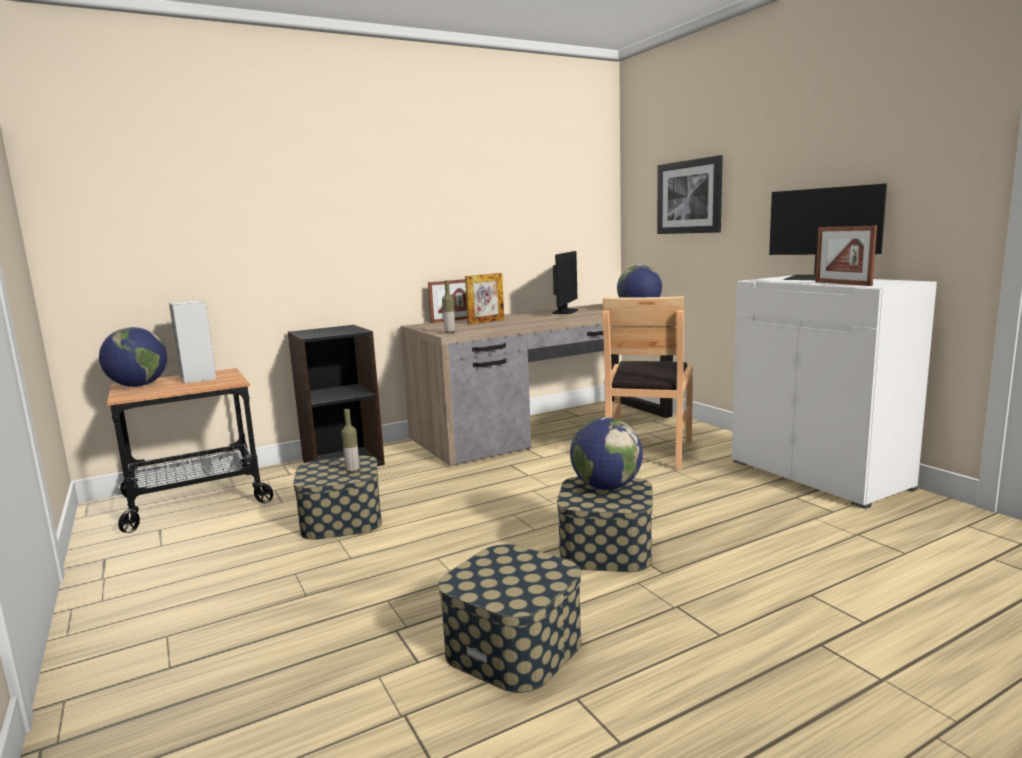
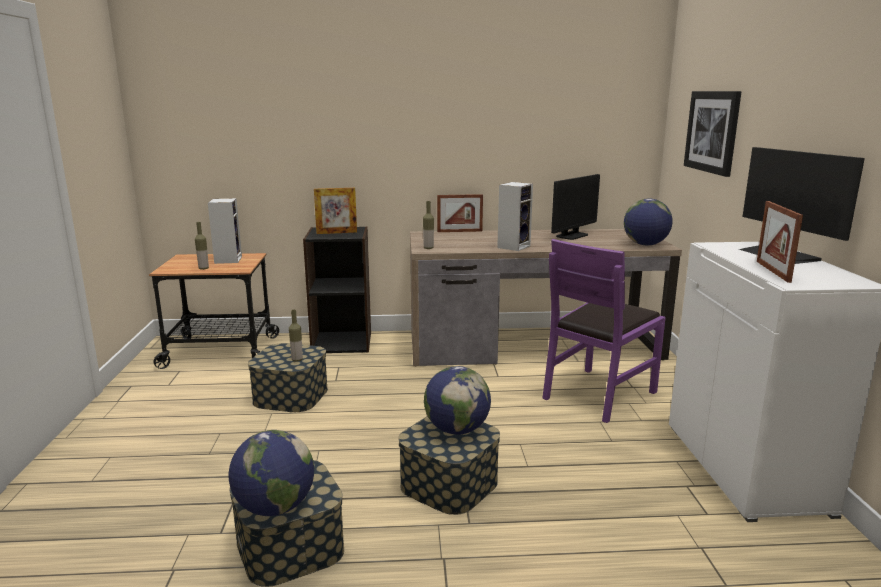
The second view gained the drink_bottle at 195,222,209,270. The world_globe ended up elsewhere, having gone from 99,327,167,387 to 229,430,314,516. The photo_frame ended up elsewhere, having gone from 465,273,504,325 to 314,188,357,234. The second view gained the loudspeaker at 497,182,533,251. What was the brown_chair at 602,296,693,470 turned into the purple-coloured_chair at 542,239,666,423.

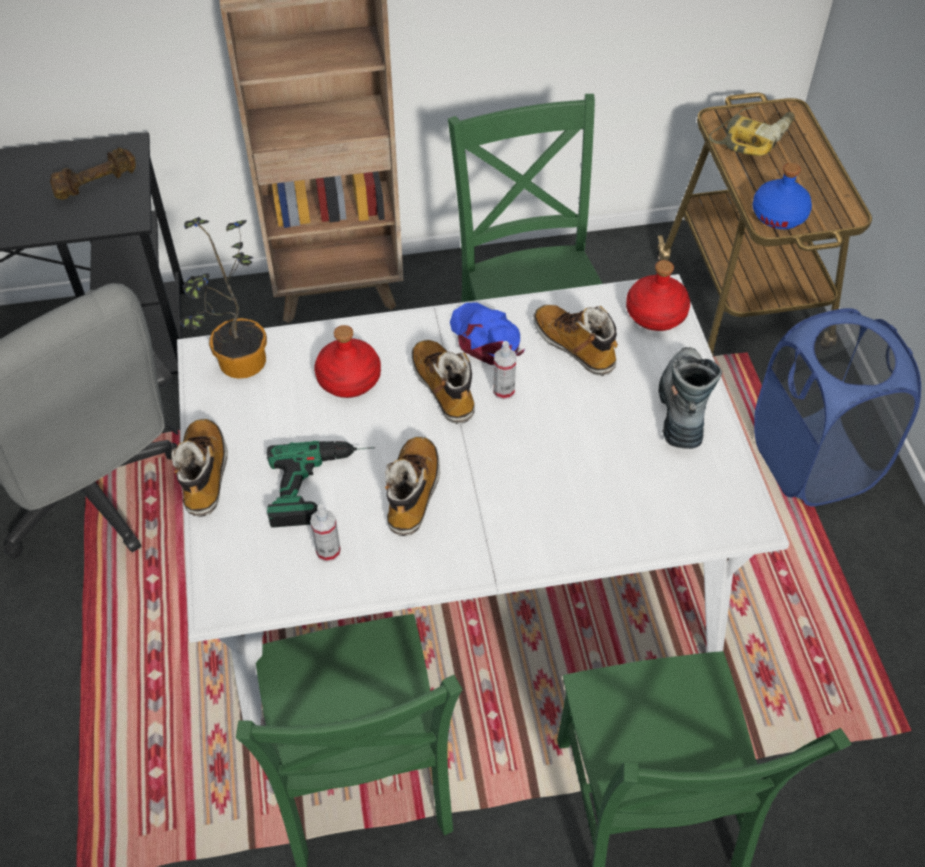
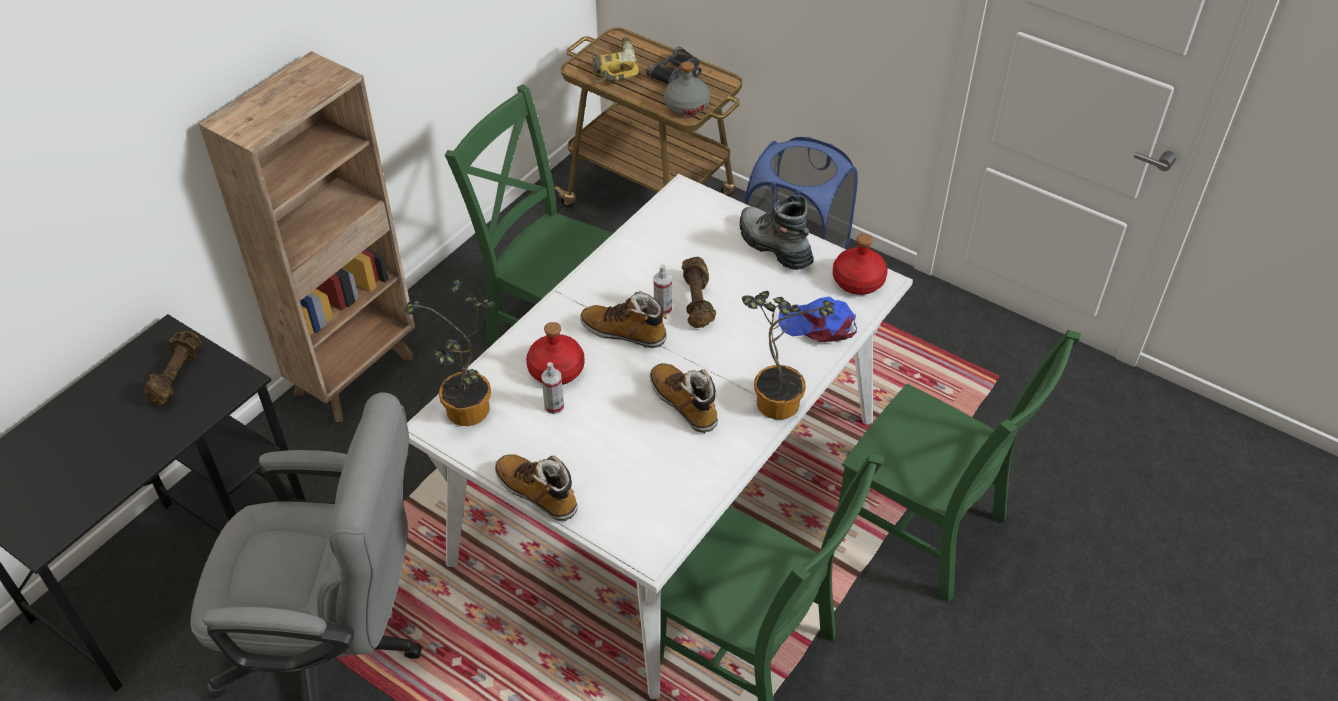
The hand_sprayer ended up elsewhere, having gone from 310,504,341,562 to 542,362,564,414. The second view gained the blackish_field_glasses at 646,46,701,84. What was the bluish_drink_bottle at 752,163,812,229 turned into the grey_drink_bottle at 664,61,710,116. The second view gained the brown_free_weight at 682,257,716,328. The second view gained the plant_in_a_pot at 742,291,834,420. The bluish_peaked_cap ended up elsewhere, having gone from 450,303,525,365 to 778,297,857,342. The red-coloured_drink_bottle ended up elsewhere, having gone from 626,260,690,331 to 833,234,887,295. The second view lost the electric_drill at 267,441,375,528. The second view lost the boot at 533,305,618,376.

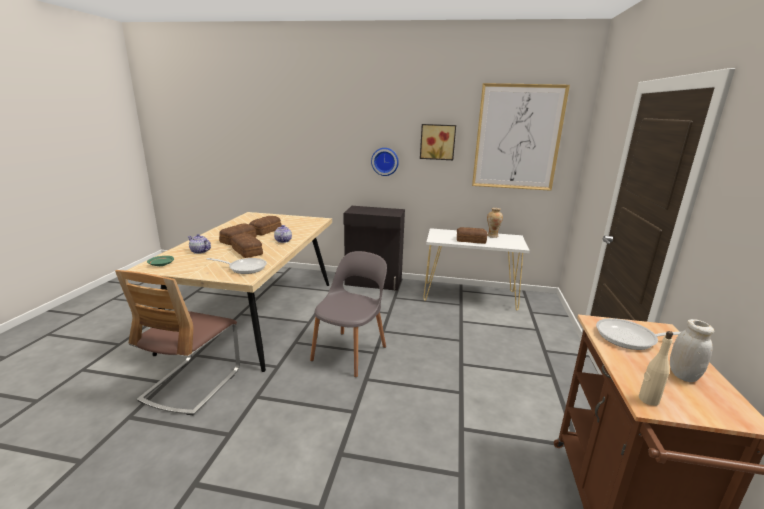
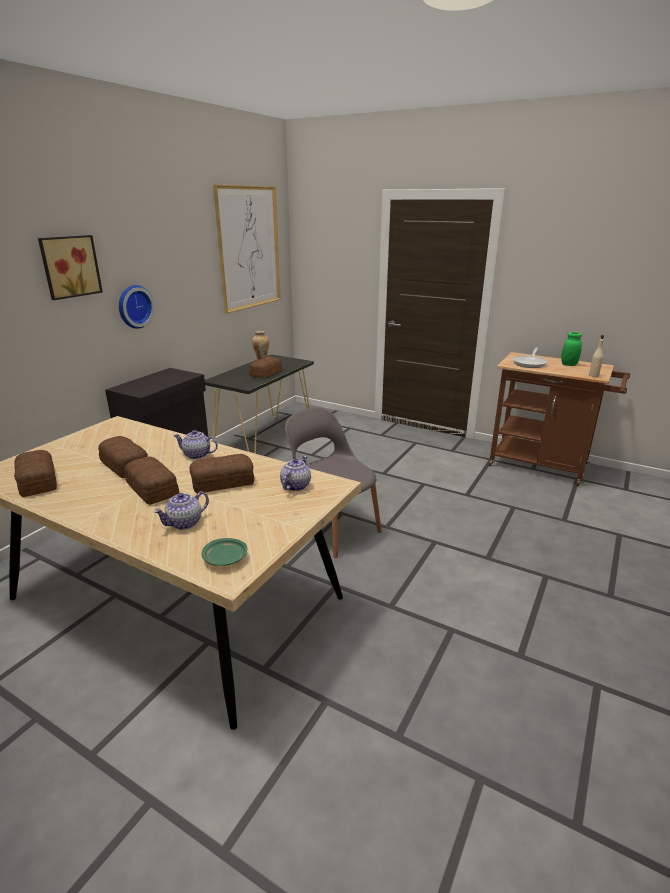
The second view gained the baked_bread at 14,450,57,497. The picture ended up elsewhere, having gone from 420,124,456,160 to 38,235,103,300. What was the white_narrow_table at 423,228,530,311 turned into the blackish_narrow_table at 205,354,314,454. Where the skillet stood at 207,258,267,274, the tea_pot came to stand at 280,456,311,491. What was the white_preserve_jar at 670,319,714,382 turned into the greenish_preserve_jar at 561,332,582,366. The second view lost the chair at 115,270,240,415.

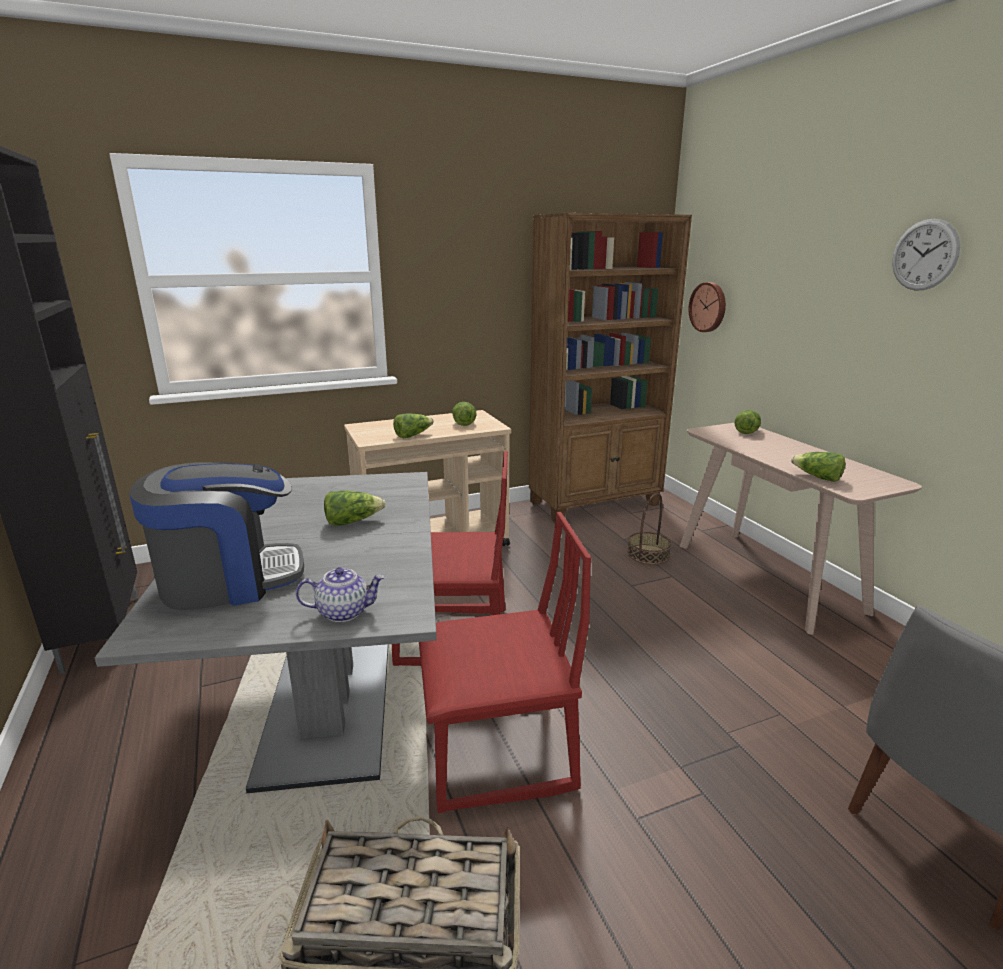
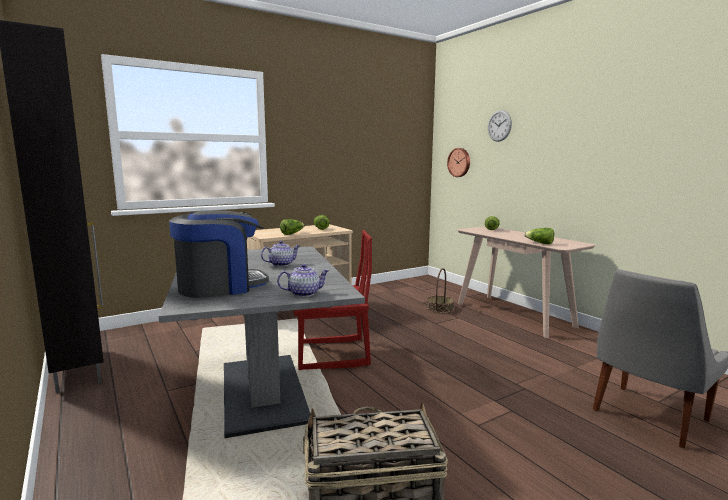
Where the lettuce stood at 324,491,386,526, the tea_pot came to stand at 261,241,300,267. The clock_on_the_wall ended up elsewhere, having gone from 892,219,960,291 to 488,110,512,142. The second view lost the red-coloured_chair at 419,512,592,813. The second view lost the brown_bookshelf at 529,213,692,523.

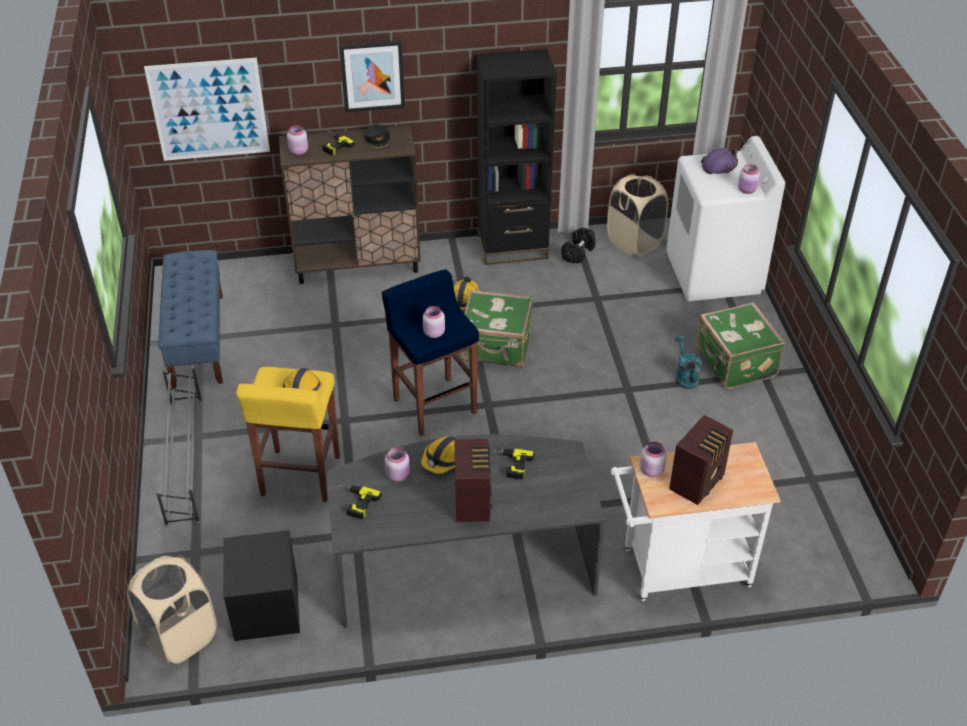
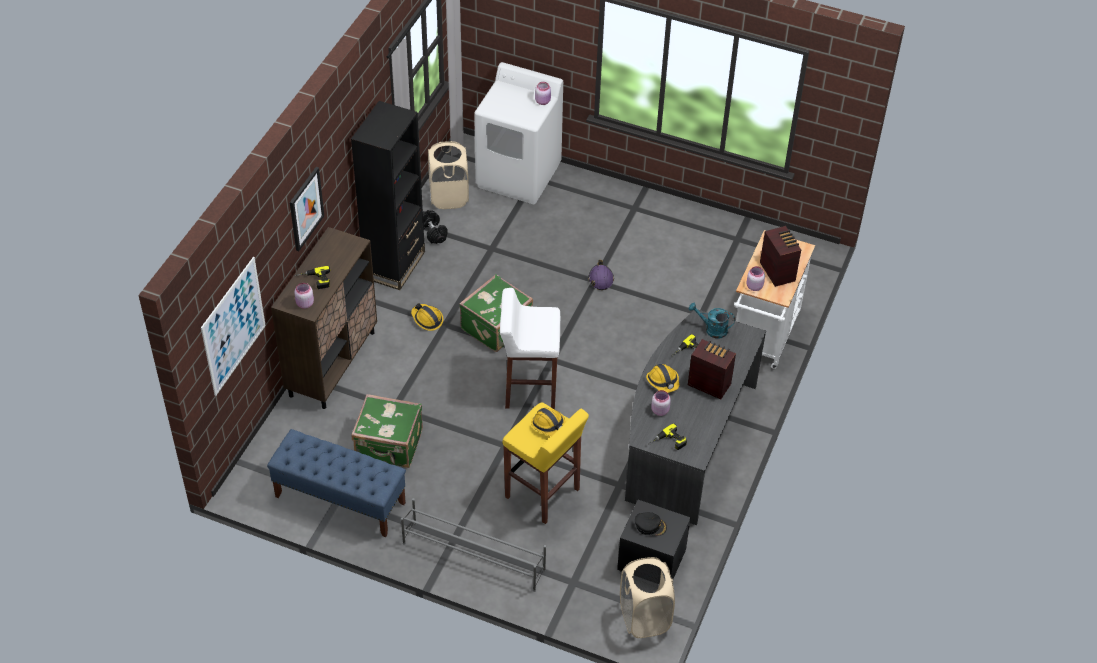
The greenish_piece_of_luggage ended up elsewhere, having gone from 696,302,785,389 to 352,394,423,468. What was the bluish_stool at 382,269,479,436 turned into the white_stool at 500,288,560,410. The purple-coloured_work_helmet ended up elsewhere, having gone from 701,148,738,174 to 588,260,614,290. The blackish_peaked_cap ended up elsewhere, having gone from 365,124,390,150 to 635,512,667,536. The blue-green_sprinkling_can ended up elsewhere, having gone from 675,335,702,389 to 689,303,735,339. The second view lost the pink_preserve_jar at 423,306,445,338.

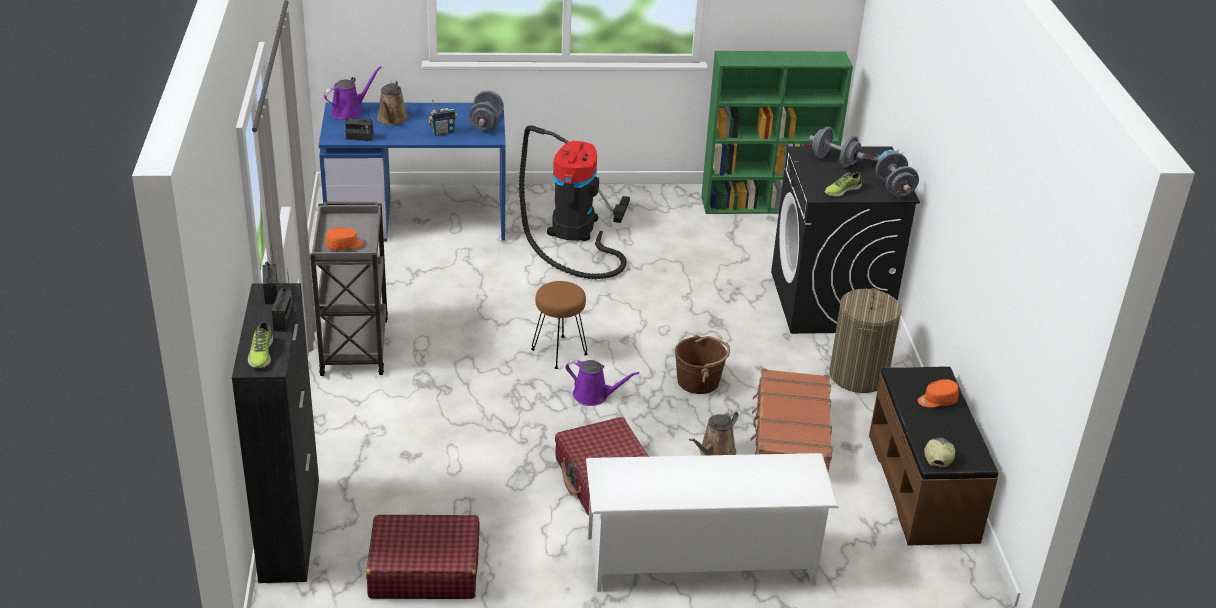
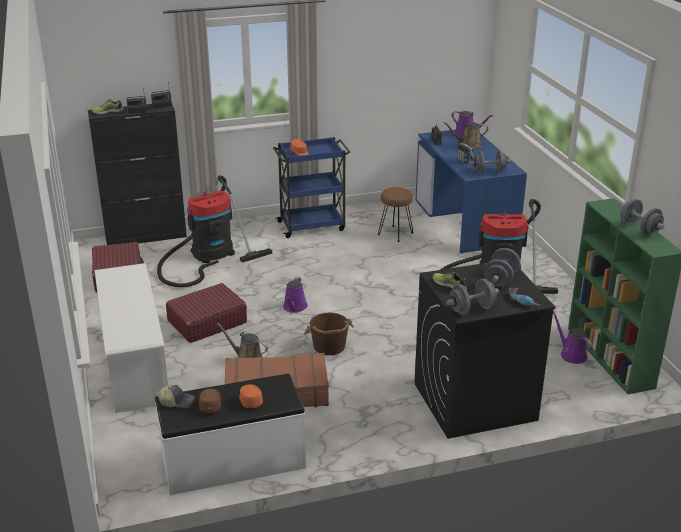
What was the brown_bench at 869,366,998,546 turned into the white_bench at 155,374,306,495. The second view gained the vacuum at 157,175,272,288. The second view gained the brown_peaked_cap at 199,389,221,413. What was the grey_wheeled_cart at 310,202,388,376 turned into the bluish_wheeled_cart at 273,137,350,238. The brown_stool ended up elsewhere, having gone from 531,281,588,369 to 378,187,413,242. The second view gained the purple-coloured_sprinkling_can at 553,311,593,364. The second view gained the grey_free_weight at 620,199,665,236. The second view lost the washing_basket at 830,288,902,393.

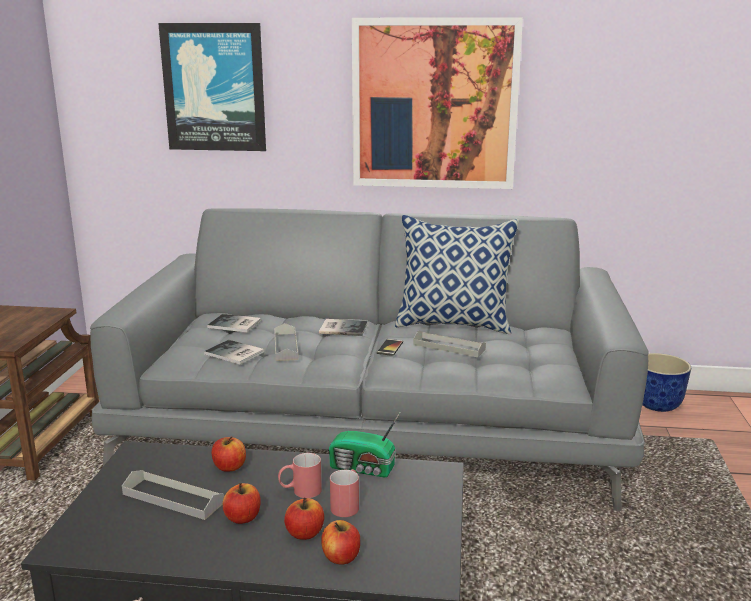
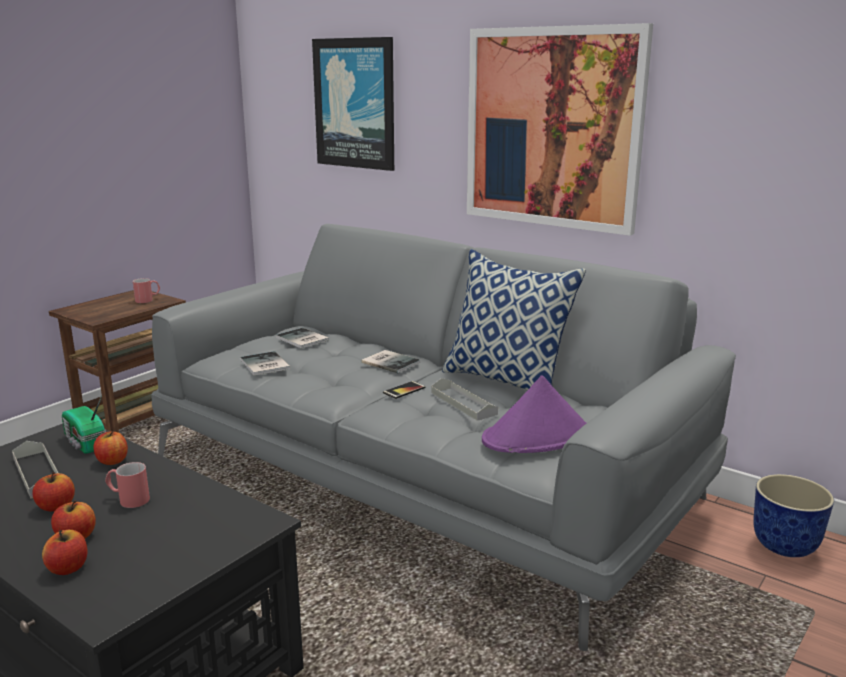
The radio_receiver ended up elsewhere, having gone from 329,413,400,478 to 62,396,106,454. The red-coloured_mug ended up elsewhere, having gone from 330,469,359,517 to 133,278,160,303. The second view gained the purple-coloured_wearable_hat at 482,375,587,453. The second view lost the grey_serving_tray at 274,323,298,361.

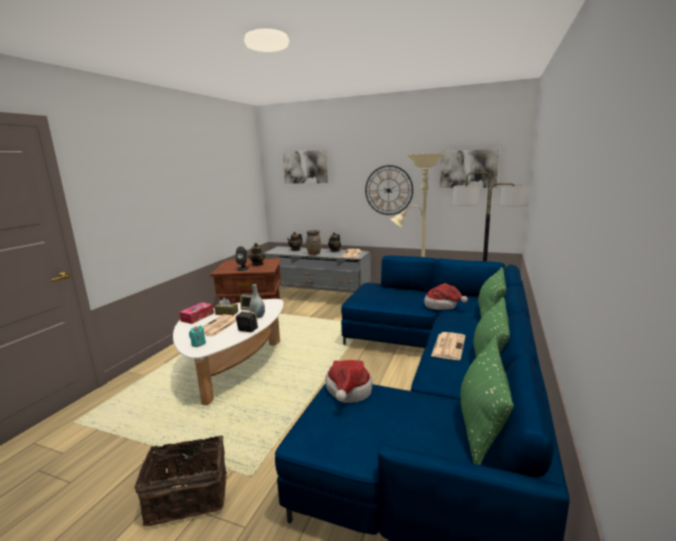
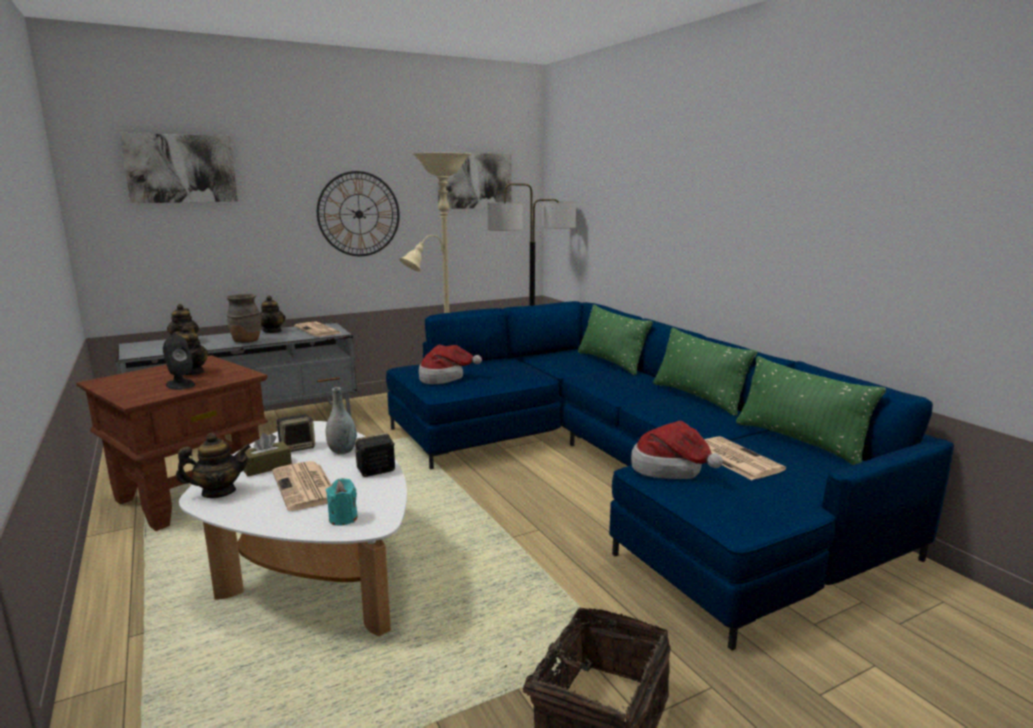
Where the tissue_holder stood at 179,302,214,324, the tea_pot came to stand at 176,433,251,498. The wearable_hat ended up elsewhere, having gone from 424,283,468,310 to 419,344,482,384. The printed_paper ended up elsewhere, having gone from 431,332,465,360 to 704,436,786,480.

